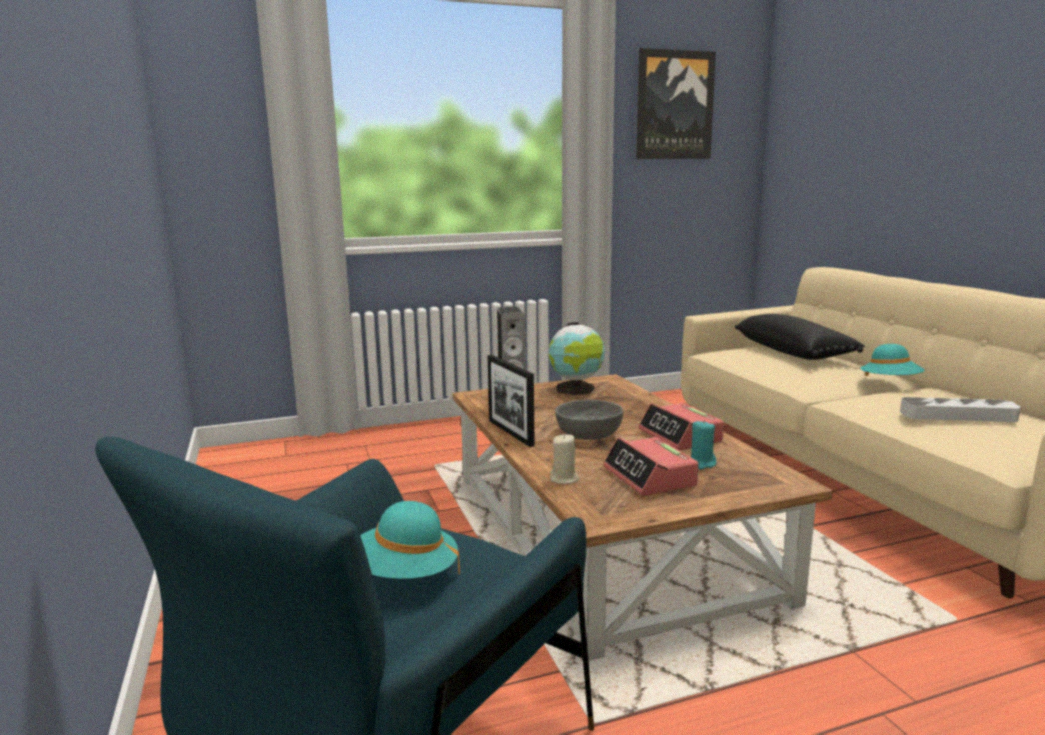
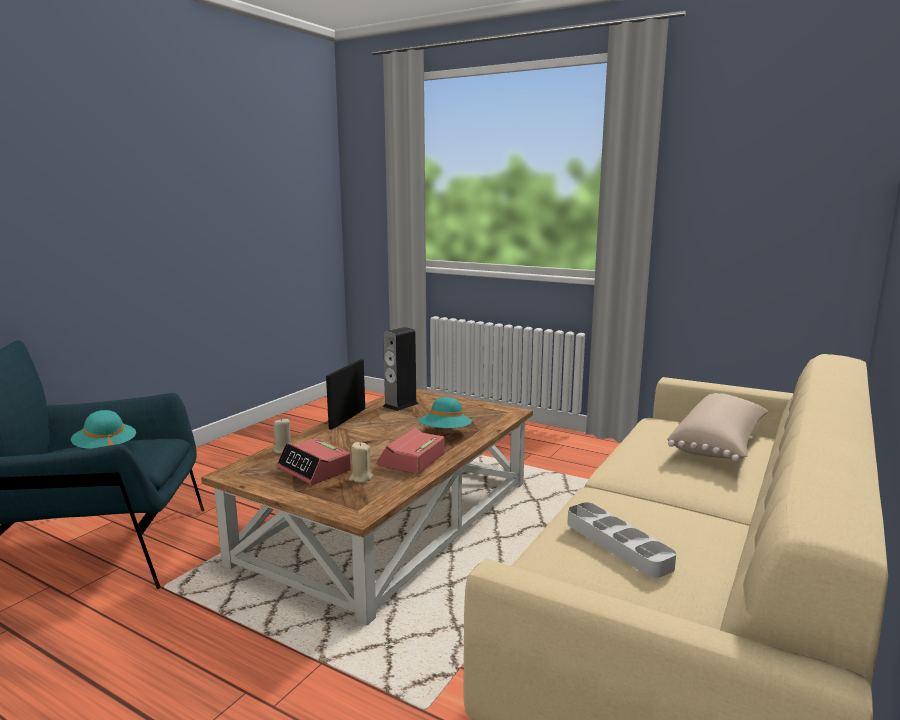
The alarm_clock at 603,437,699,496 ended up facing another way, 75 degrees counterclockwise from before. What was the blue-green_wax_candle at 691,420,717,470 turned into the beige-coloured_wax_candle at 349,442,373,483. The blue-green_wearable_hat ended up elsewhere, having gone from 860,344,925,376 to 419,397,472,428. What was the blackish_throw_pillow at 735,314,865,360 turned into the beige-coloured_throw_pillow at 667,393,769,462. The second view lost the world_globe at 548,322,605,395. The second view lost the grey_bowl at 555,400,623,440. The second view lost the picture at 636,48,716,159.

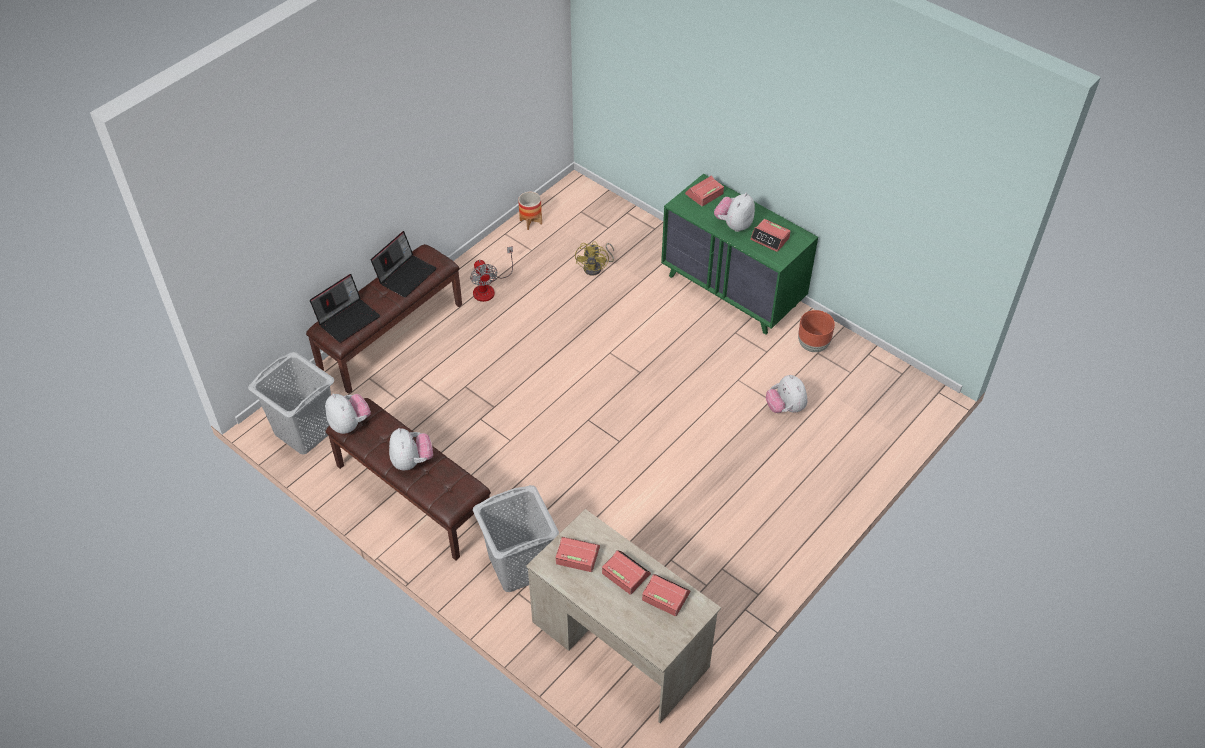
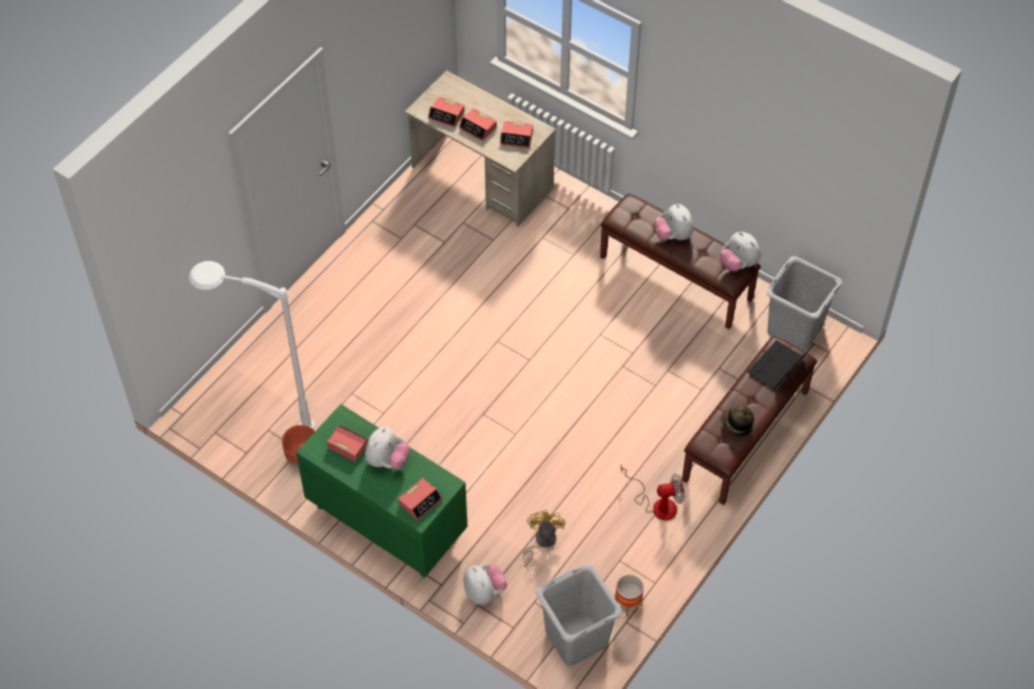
The second view gained the white_standard_lamp at 189,261,315,429. The cuddly_toy ended up elsewhere, having gone from 766,375,808,413 to 463,565,507,605. The grey_washing_basket ended up elsewhere, having gone from 473,485,559,592 to 536,564,623,666. The fan at 470,246,513,302 ended up facing another way, 105 degrees clockwise from before. Where the portable_computer stood at 371,231,437,297, the wearable_hat came to stand at 721,405,754,437.

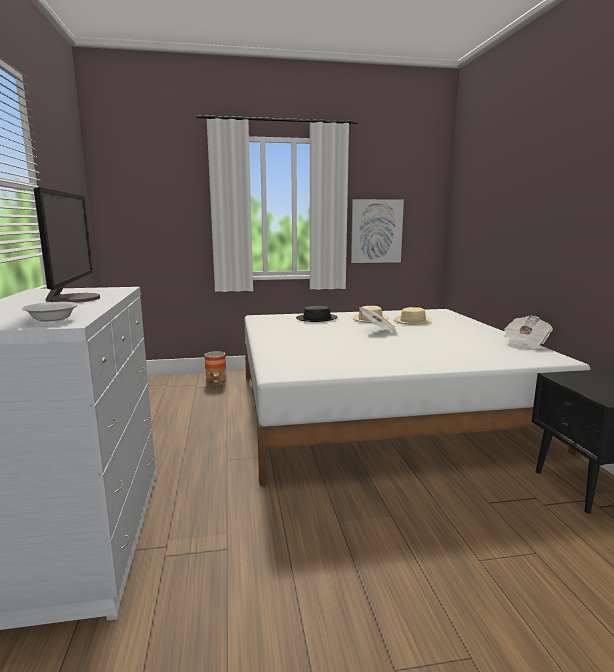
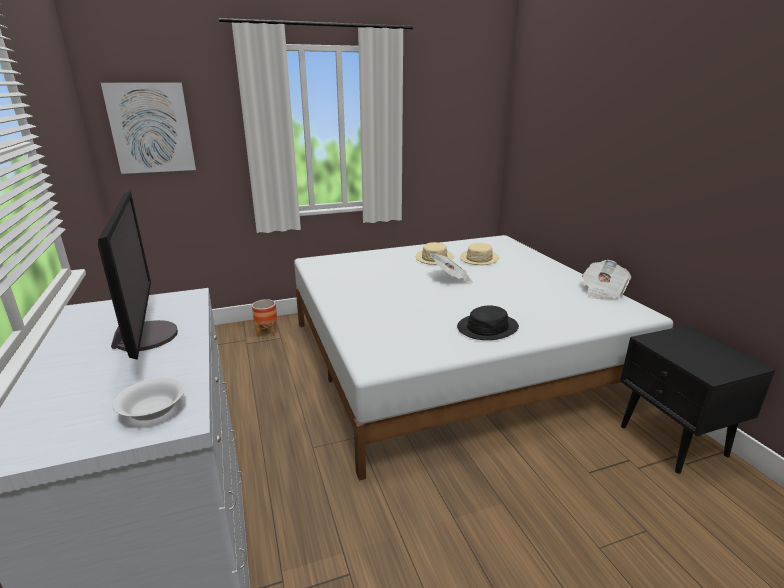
The picture ended up elsewhere, having gone from 351,199,404,263 to 101,83,196,174. The blackish_wearable_hat ended up elsewhere, having gone from 296,306,338,322 to 457,305,519,340.

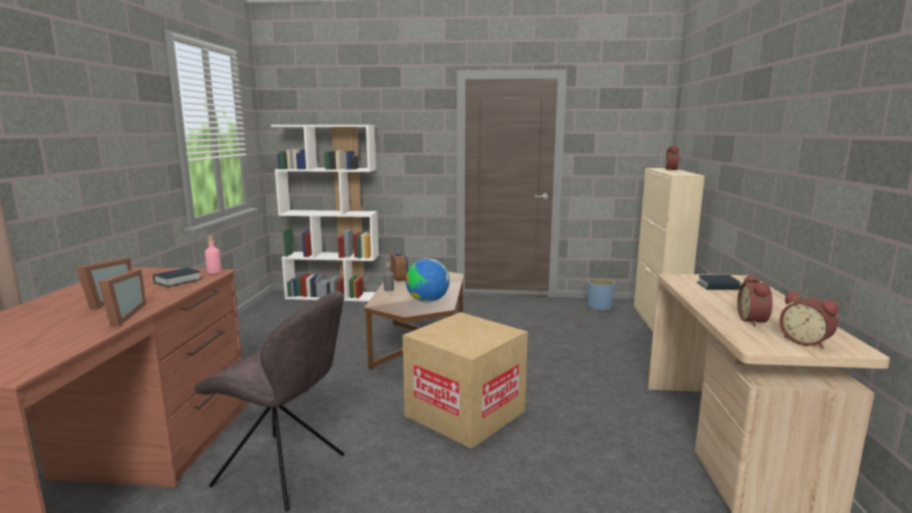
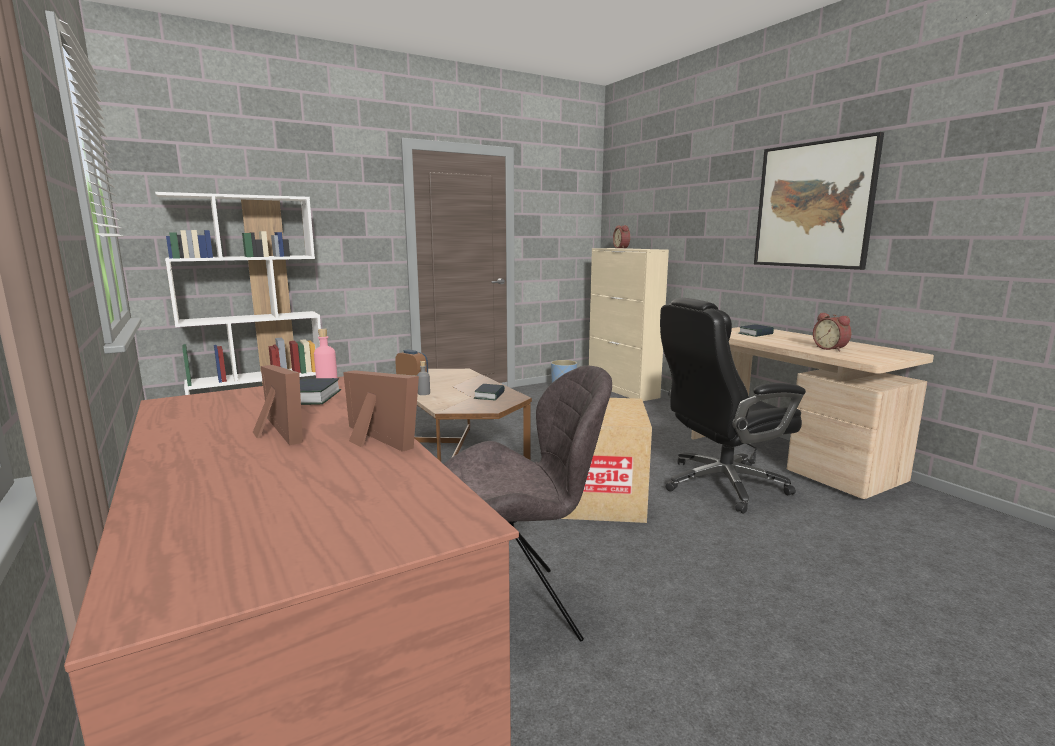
Where the world_globe stood at 406,258,450,302, the bound_book came to stand at 474,384,505,400. The second view gained the blackish_computer_chair at 660,298,806,514. The second view gained the picture at 754,132,884,270. The second view lost the alarm_clock at 780,291,839,349.

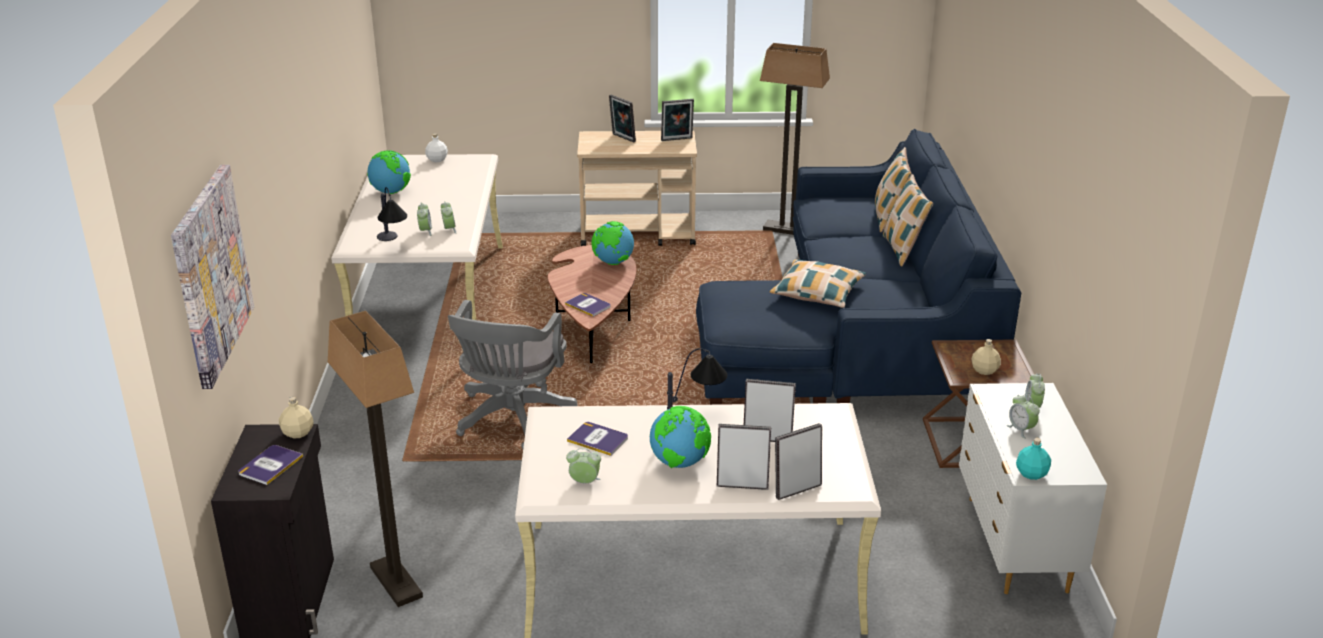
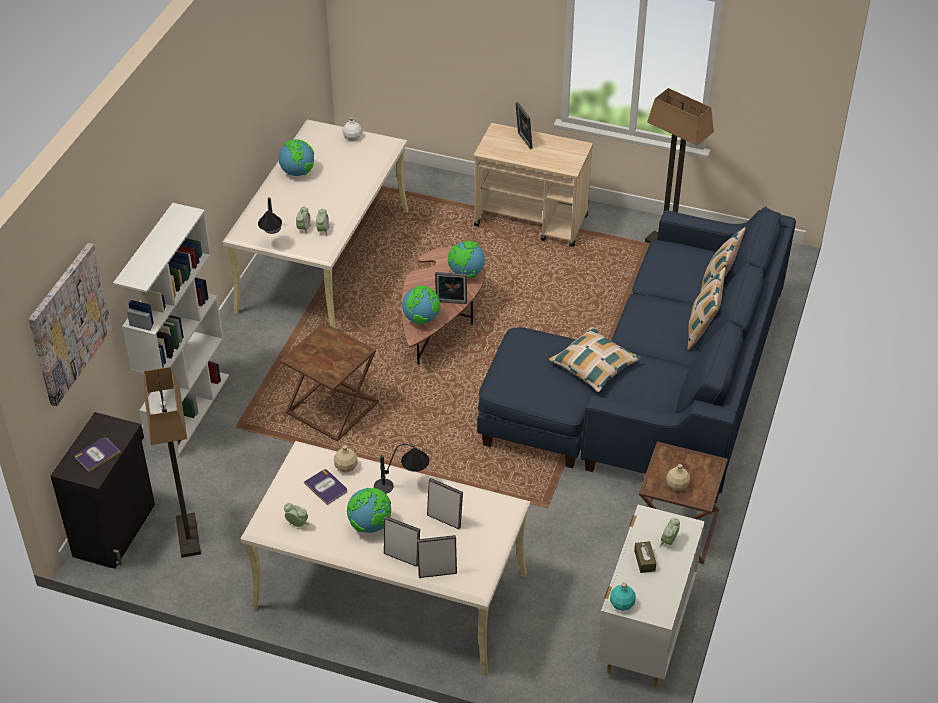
The second view gained the white_bookshelf at 113,203,229,457. Where the grey_computer_chair stood at 448,300,577,449, the brown_accent_table came to stand at 280,322,379,442. The beige-coloured_drink_bottle ended up elsewhere, having gone from 279,397,314,439 to 334,445,358,473. Where the bound_book stood at 565,293,611,317, the world_globe came to stand at 402,286,440,325. The photo_frame ended up elsewhere, having gone from 661,99,694,141 to 435,272,467,304. Where the alarm_clock stood at 1007,394,1040,439, the brown_tissue_holder came to stand at 634,541,656,573.

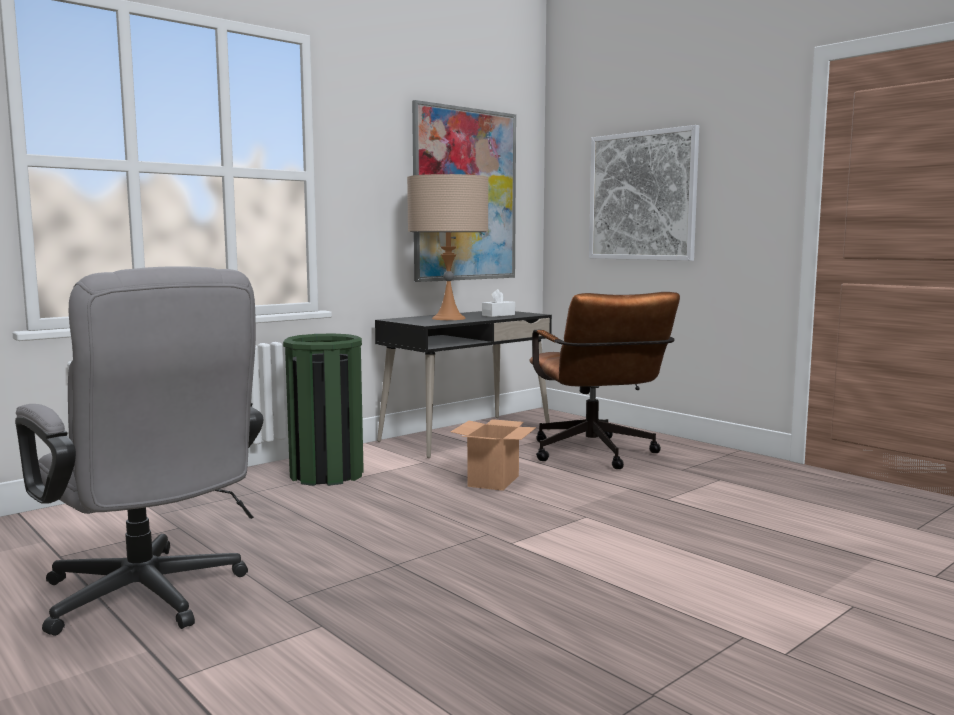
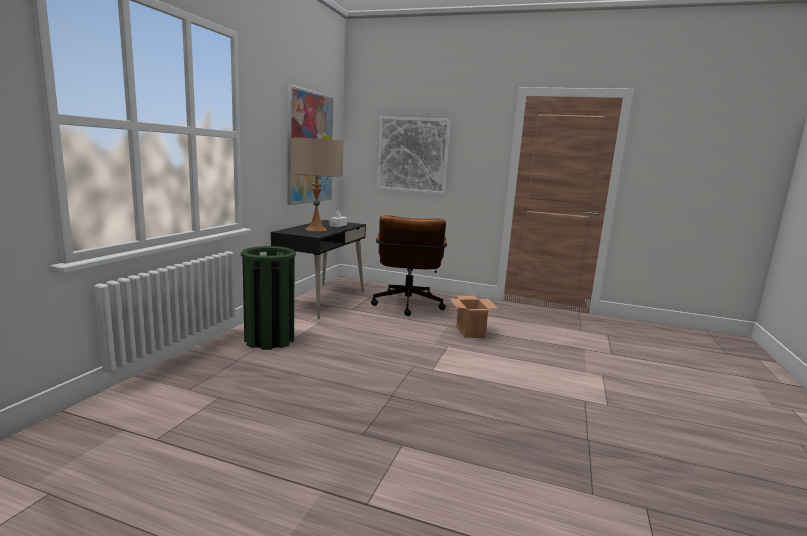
The brown_computer_chair at 530,292,680,469 ended up facing another way, 45 degrees clockwise from before. The carton ended up elsewhere, having gone from 451,419,536,491 to 449,296,499,338. The second view lost the grey_computer_chair at 15,266,263,636.

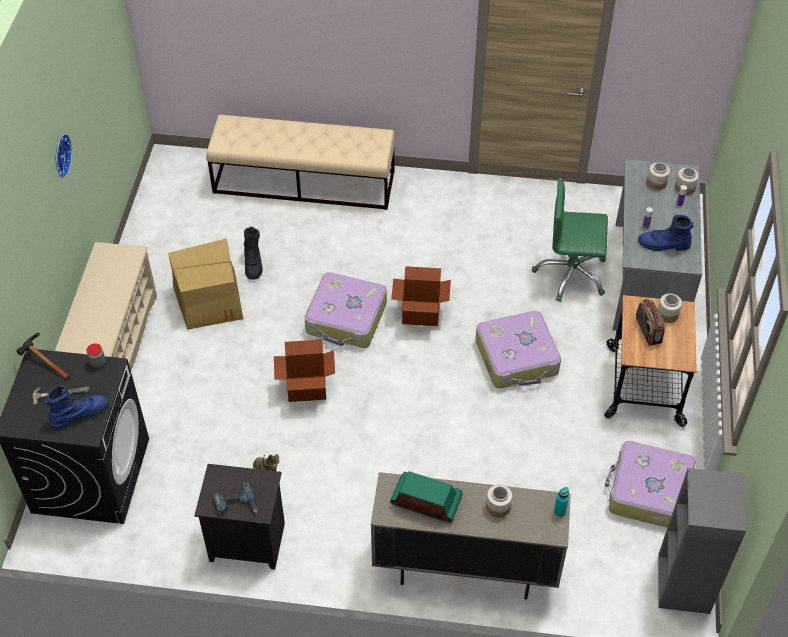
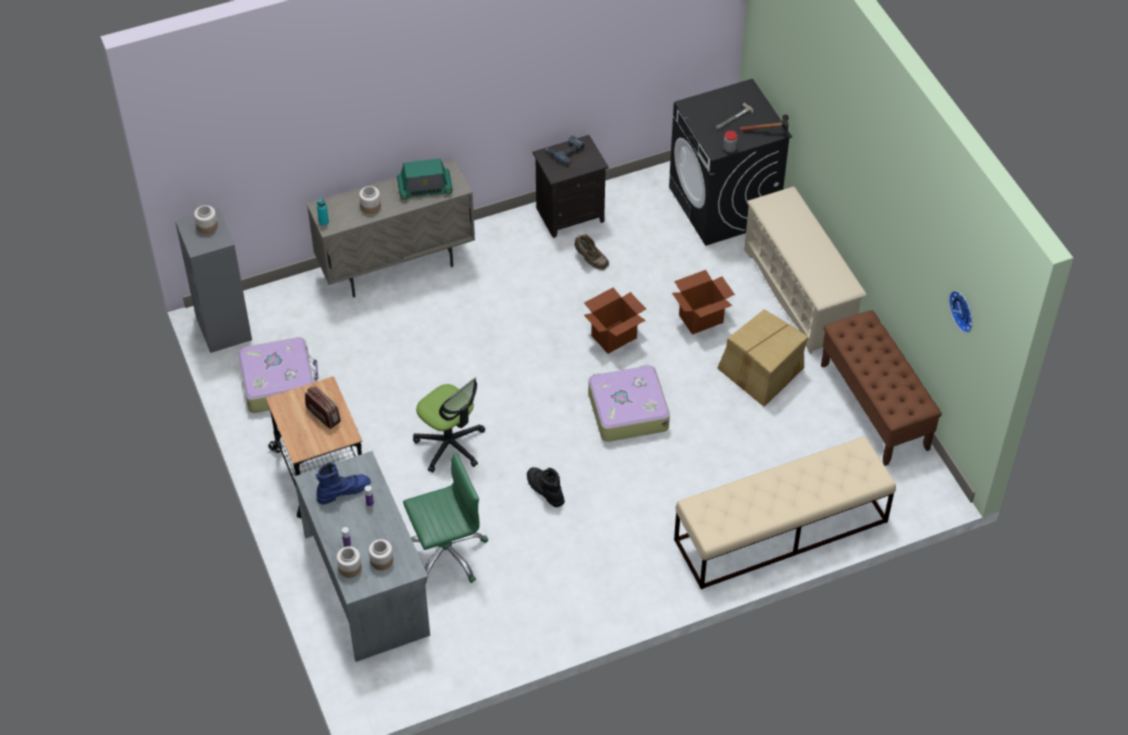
The preserve_jar ended up elsewhere, having gone from 658,293,682,323 to 194,205,218,234. Where the piece_of_luggage stood at 475,311,561,389, the computer_chair came to stand at 413,377,485,473. The blackish_boot ended up elsewhere, having gone from 244,227,263,280 to 527,467,565,507. The carton ended up elsewhere, having gone from 391,266,451,326 to 672,270,735,335. The second view gained the brown_bench at 821,310,942,466. The clock_on_the_wall ended up elsewhere, having gone from 56,134,72,178 to 949,290,973,333. The second view lost the bluish_boot at 45,385,108,430.

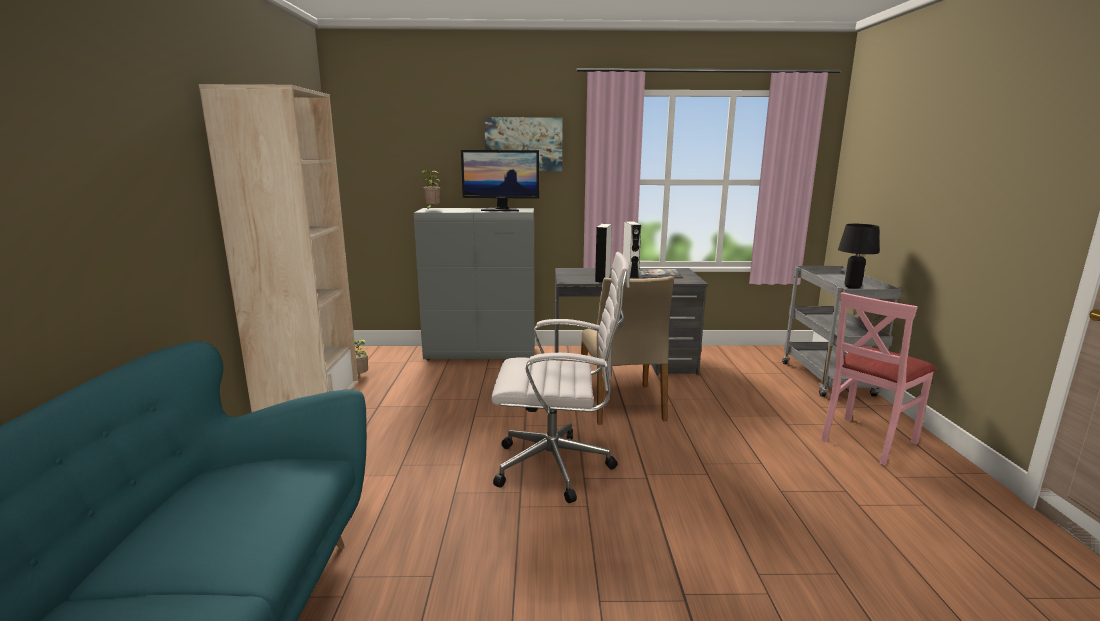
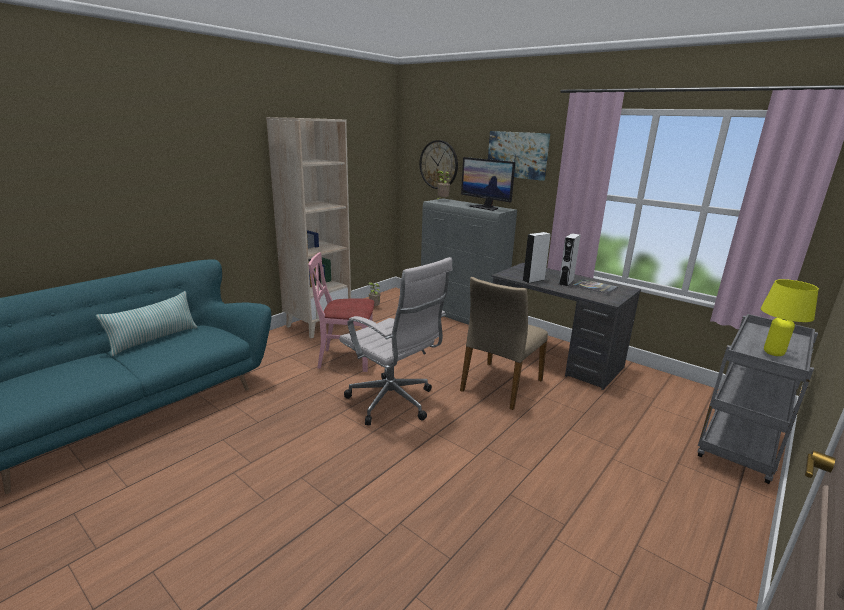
The second view gained the throw_pillow at 96,291,198,357. The pink_chair ended up elsewhere, having gone from 821,292,937,465 to 308,252,374,372. The second view gained the clock_on_the_wall at 419,140,458,189. What was the blackish_tabletop_lamp at 838,224,880,289 turned into the yellow_tabletop_lamp at 761,279,819,356.

